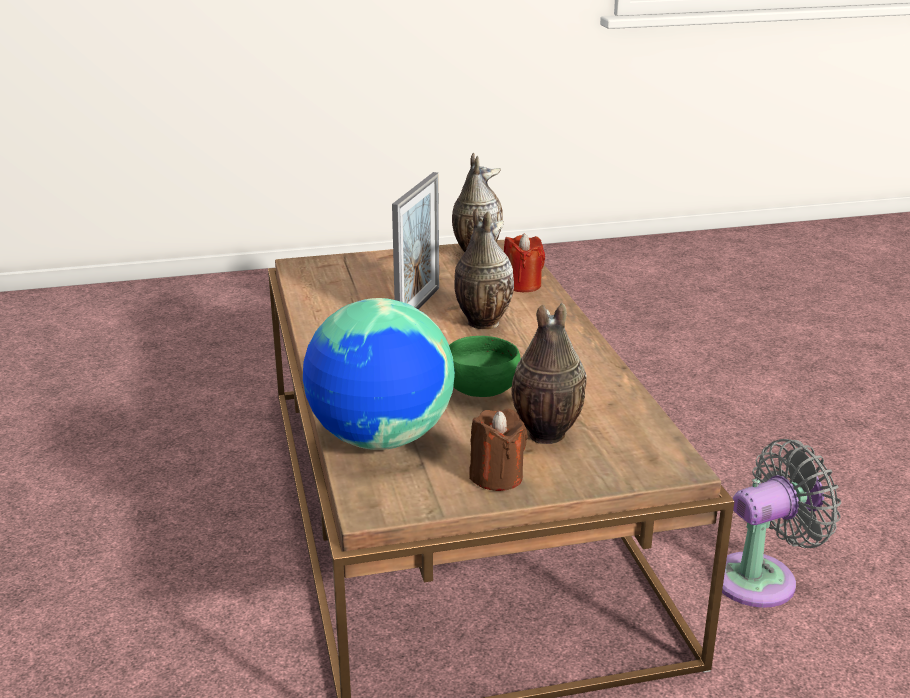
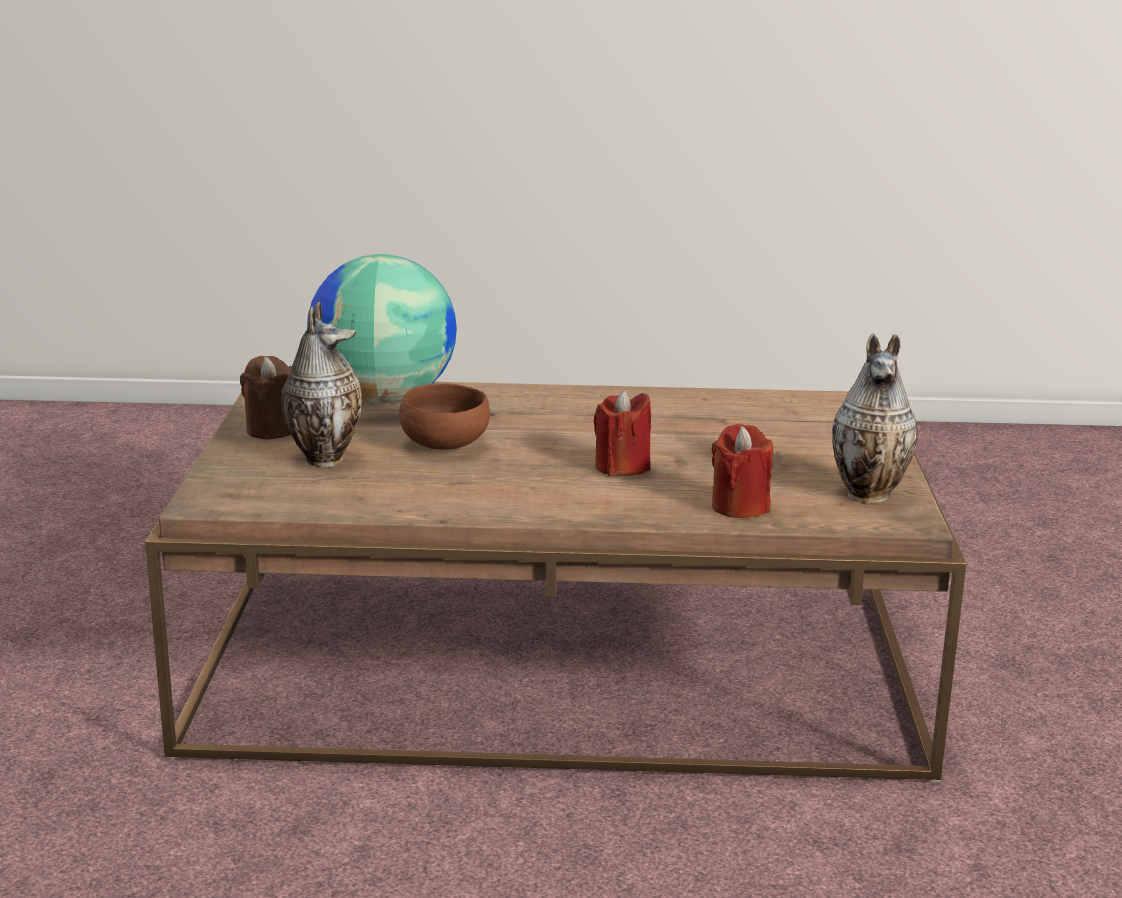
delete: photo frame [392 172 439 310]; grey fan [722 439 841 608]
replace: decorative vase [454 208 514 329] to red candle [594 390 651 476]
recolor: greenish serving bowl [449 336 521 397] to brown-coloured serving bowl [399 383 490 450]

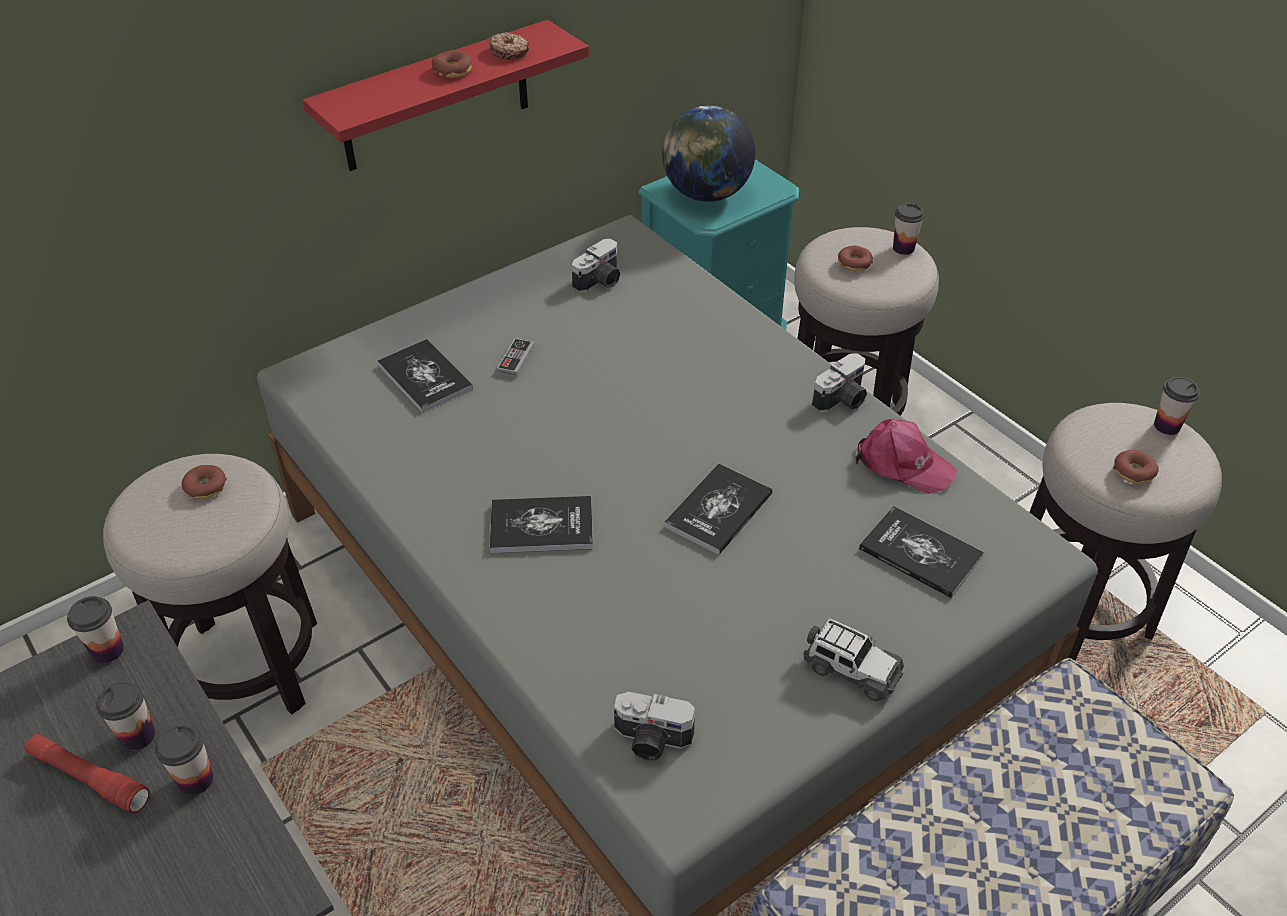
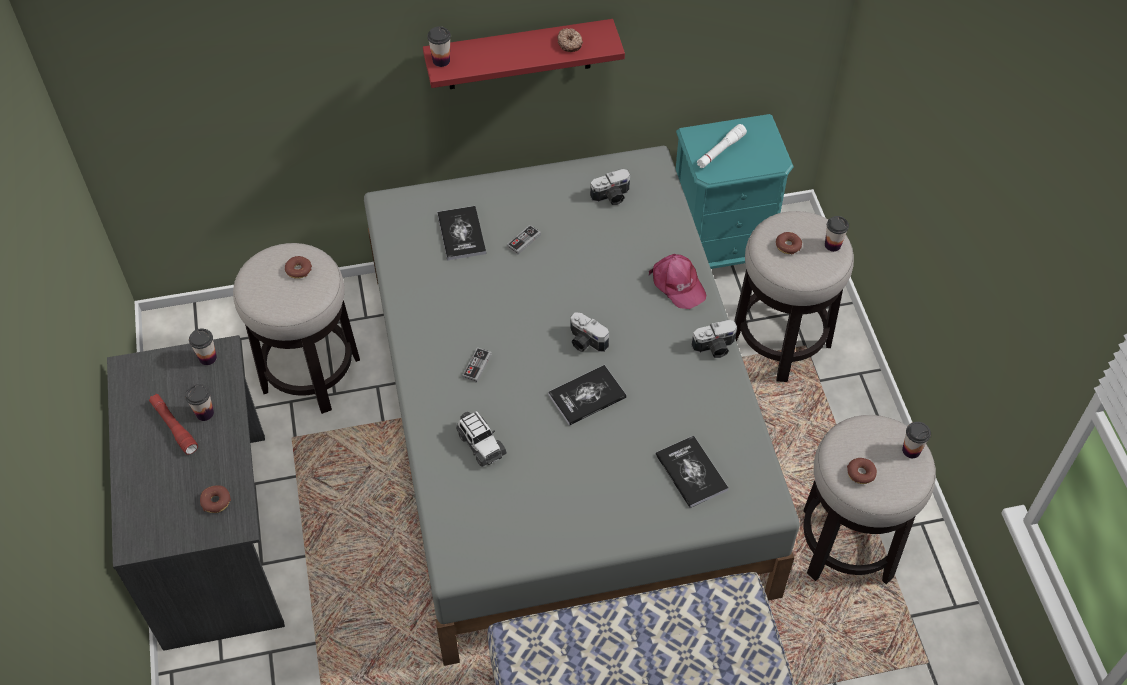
move: doughnut [432 50 472 78] to [200 486 231 513]; small cup [155 724 213 795] to [427 26 451 67]; model car [803 619 904 702] to [456 411 507 467]; photo camera [614 692 695 760] to [570 312 609 352]; pinkish peaked cap [855 419 957 494] to [649 254 706 309]
replace: book [490 496 593 553] to joypad [462 347 492 383]; desk globe [662 105 755 202] to white hand torch [697 124 747 168]

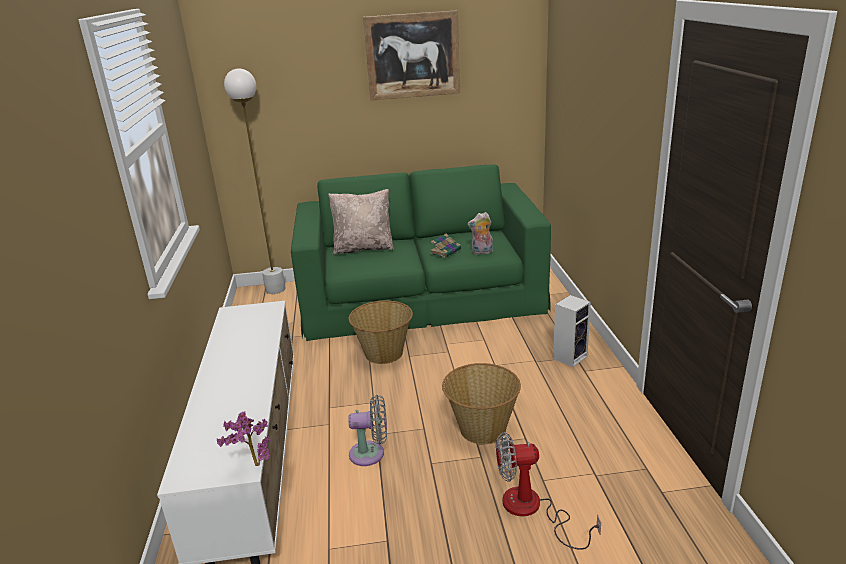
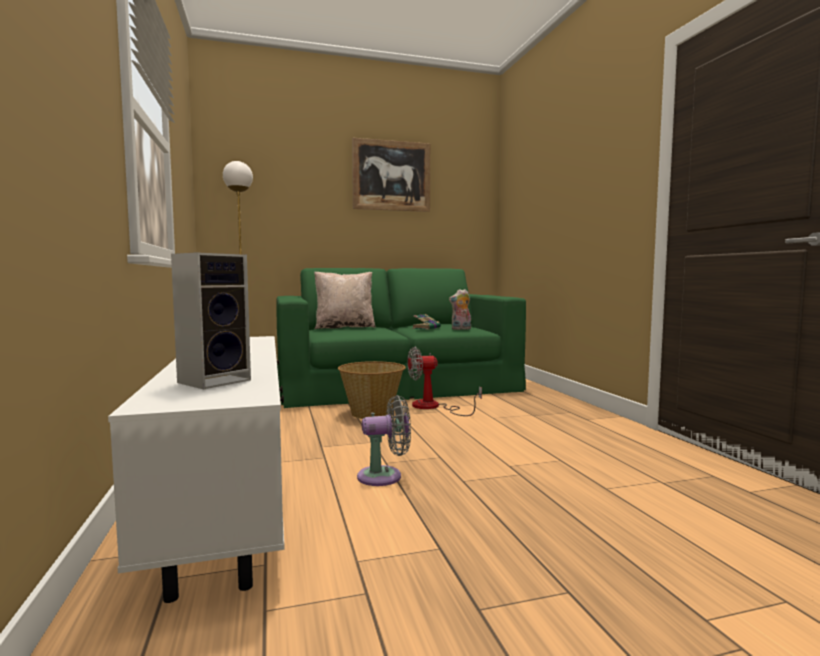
delete: potted plant [217 412 271 466]; storage basket [442 363 521 444]
move: audio speaker [553 295 591 367] to [171 252 251 389]; fan [496 432 601 550] to [407 347 482 416]

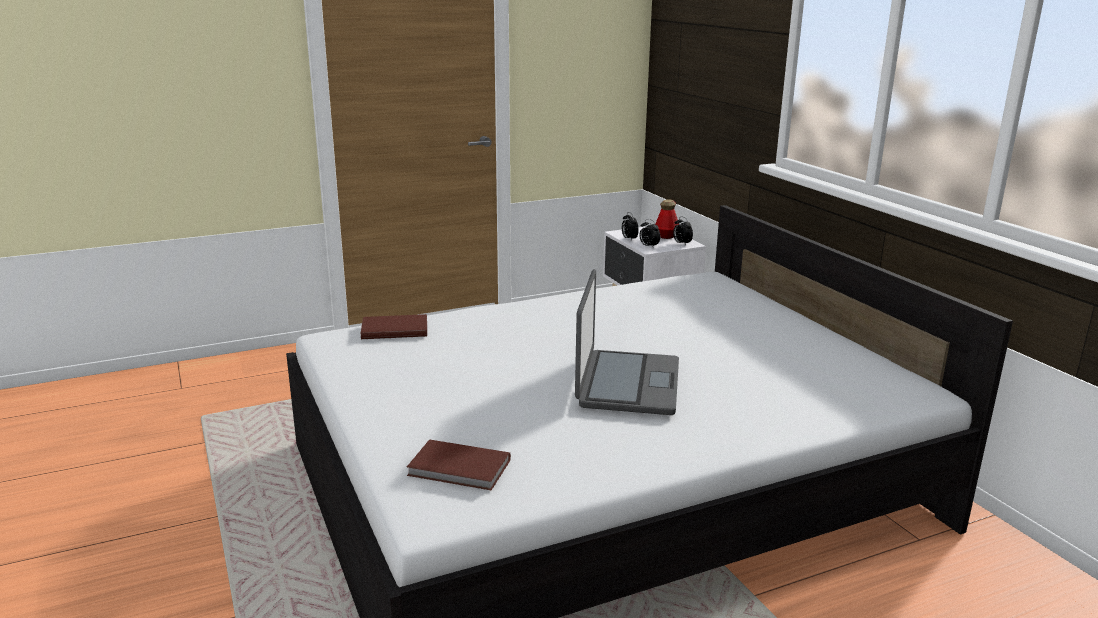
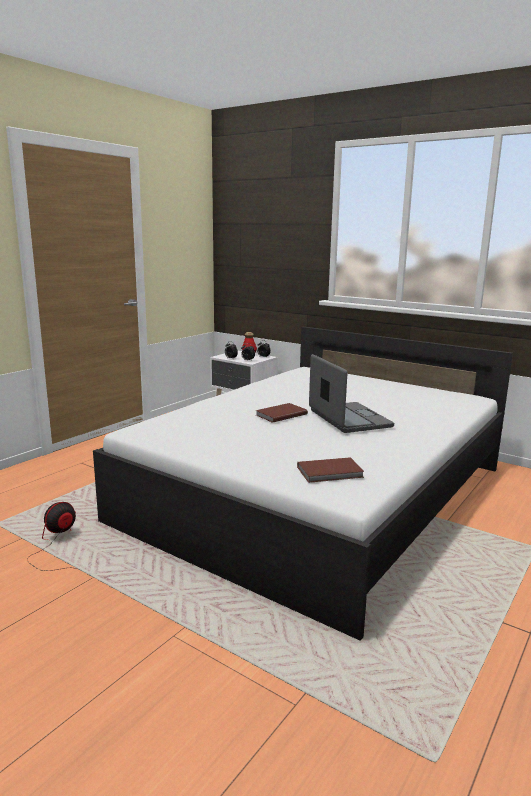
insert: fan [27 502 77 571]
move: brown-coloured book [361 314 427 339] to [256 403 308 423]

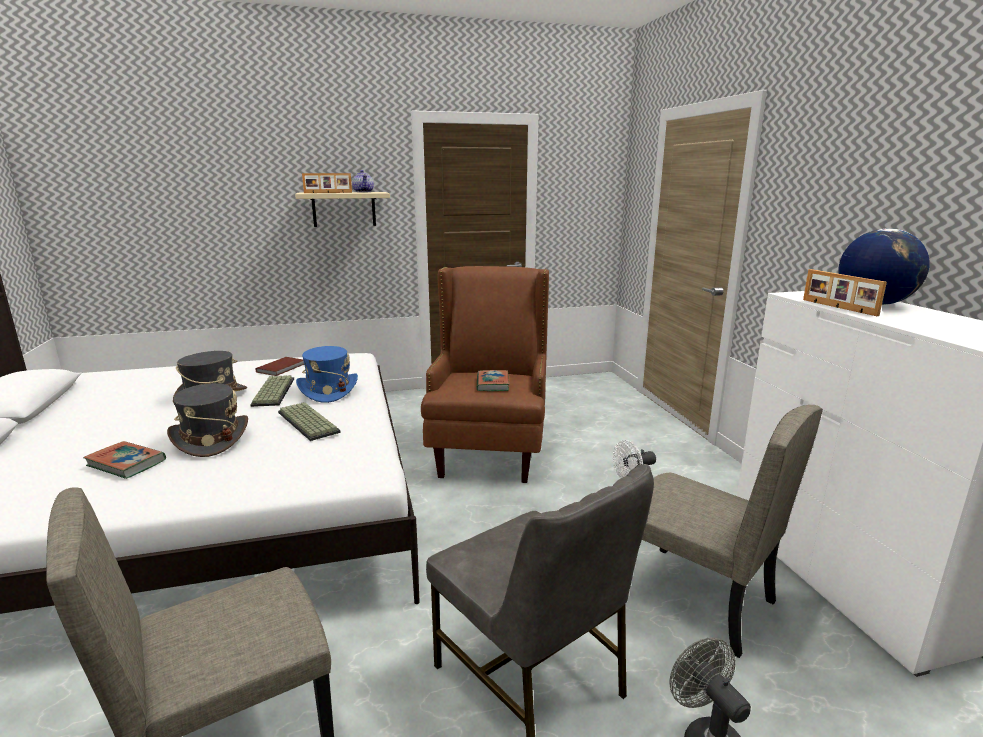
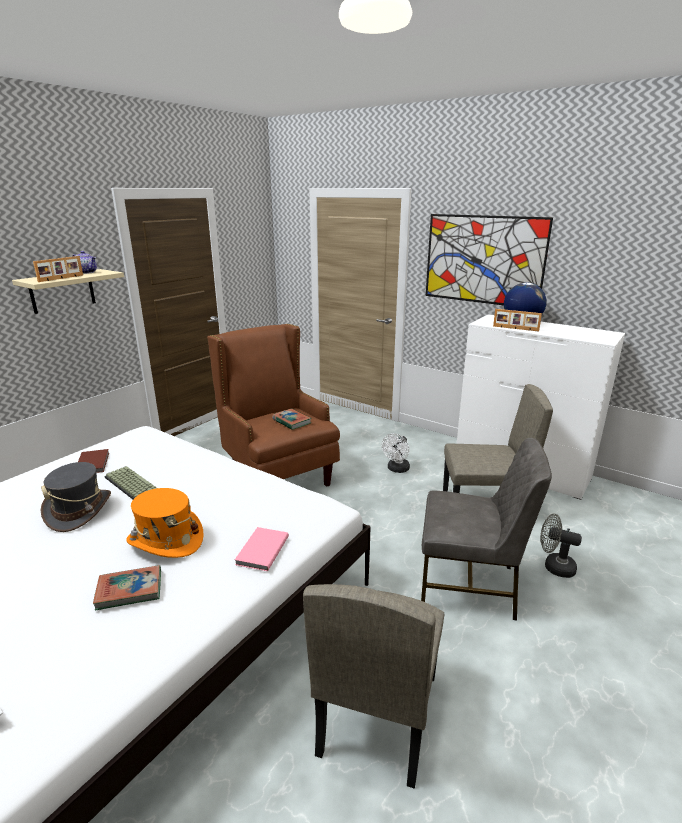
delete: computer keyboard [278 402 341 441]; blue-coloured wearable hat [296 346 358 403]
insert: pinkish book [235 527 289 571]; wall art [426 214 553 305]
recolor: grey wearable hat [167 383 248 457] to orange-coloured wearable hat [126 488 204 558]

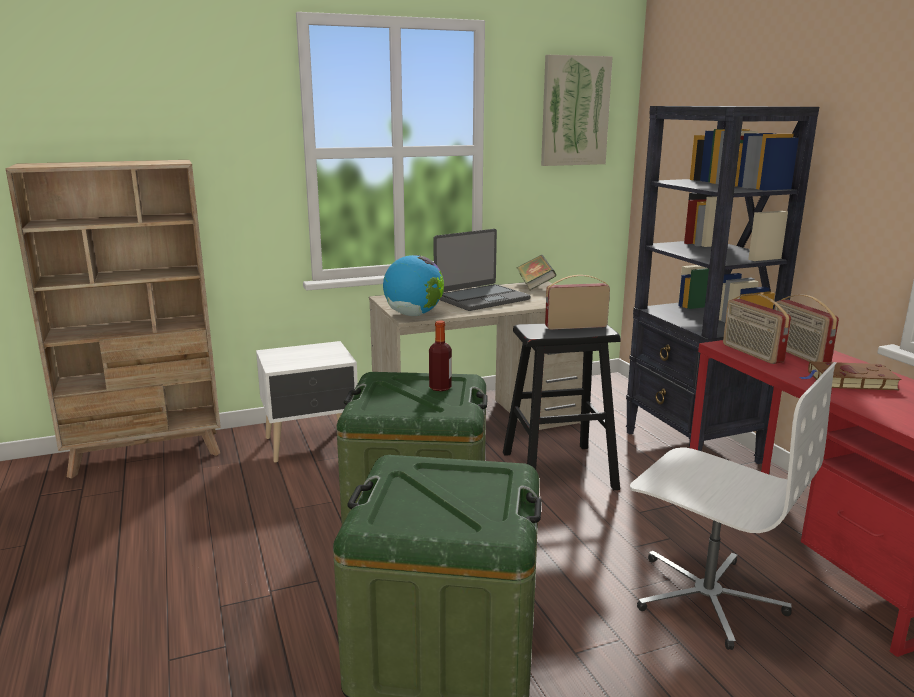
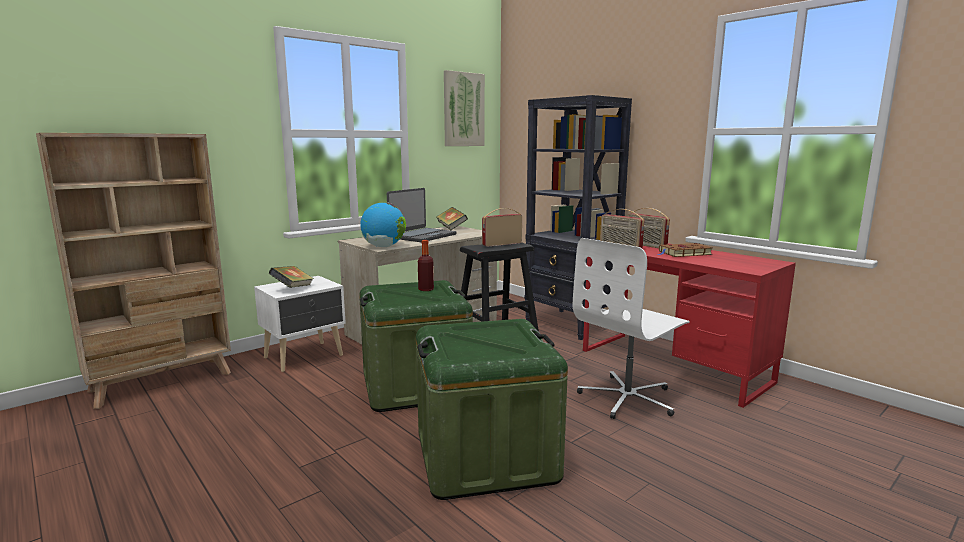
insert: book [269 266 314 288]
rotate: white desk chair [630 362 837 650] = [573 238 690 419] 120 degrees clockwise

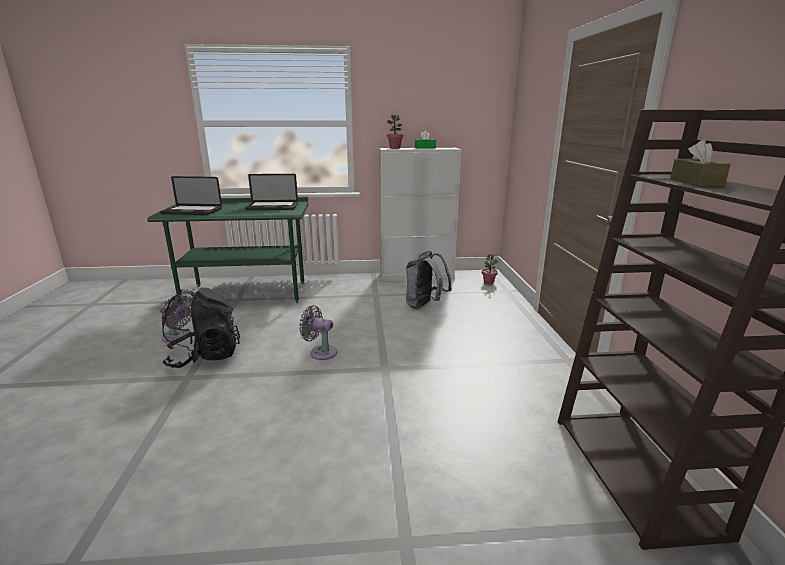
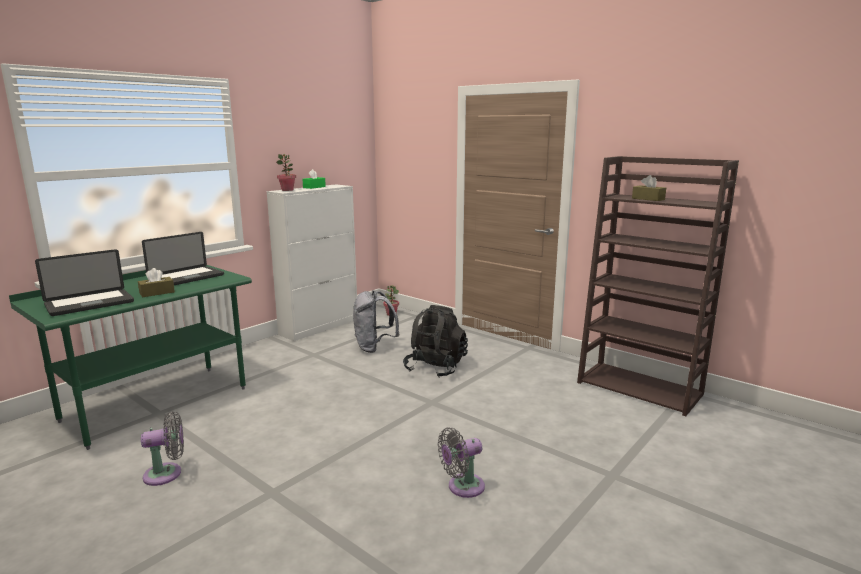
insert: brown-coloured tissue box [138 268 175 297]
move: black-coloured rucksack [162 287 240 368] to [403 305 468 378]; grey fan [299 305 337 360] to [437 427 485 498]

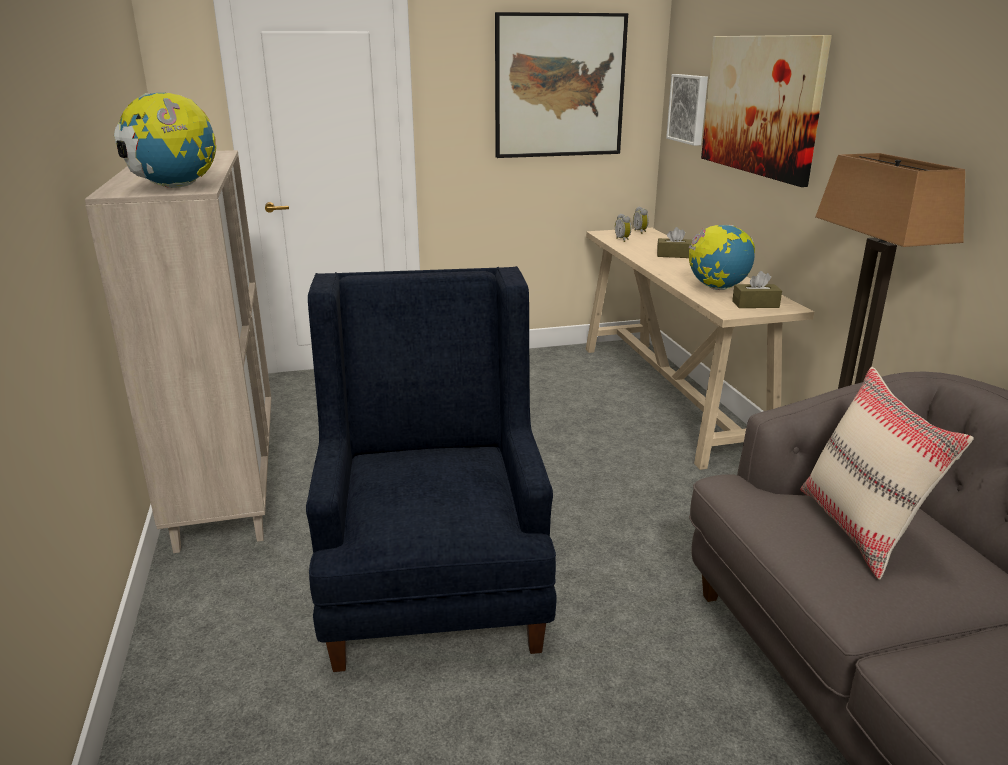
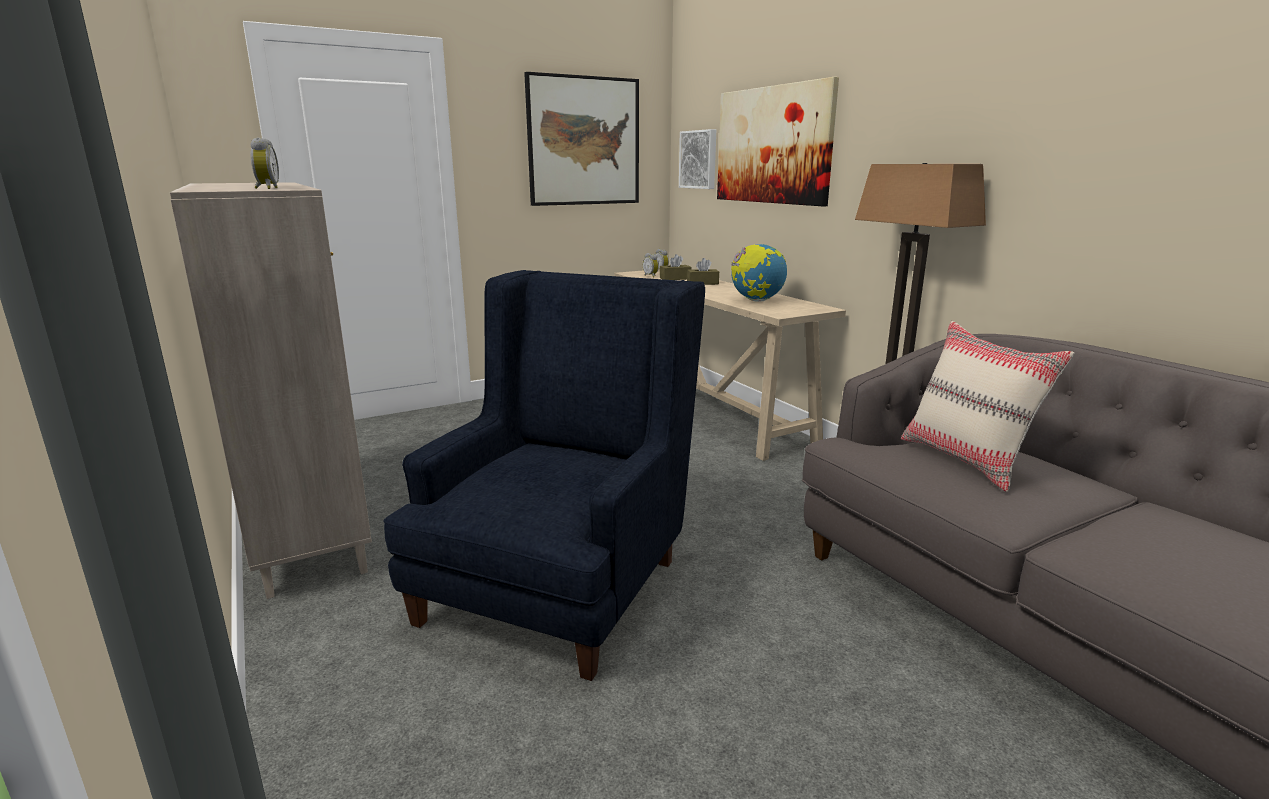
move: brown-coloured tissue box [732 271 782 308] to [660 254 692 280]
replace: desk globe [114 93 216 188] to bedside clock [251 138 279 189]
rotate: blue-coloured easy chair [306 266 557 672] = [383 270 705 681] 45 degrees clockwise

